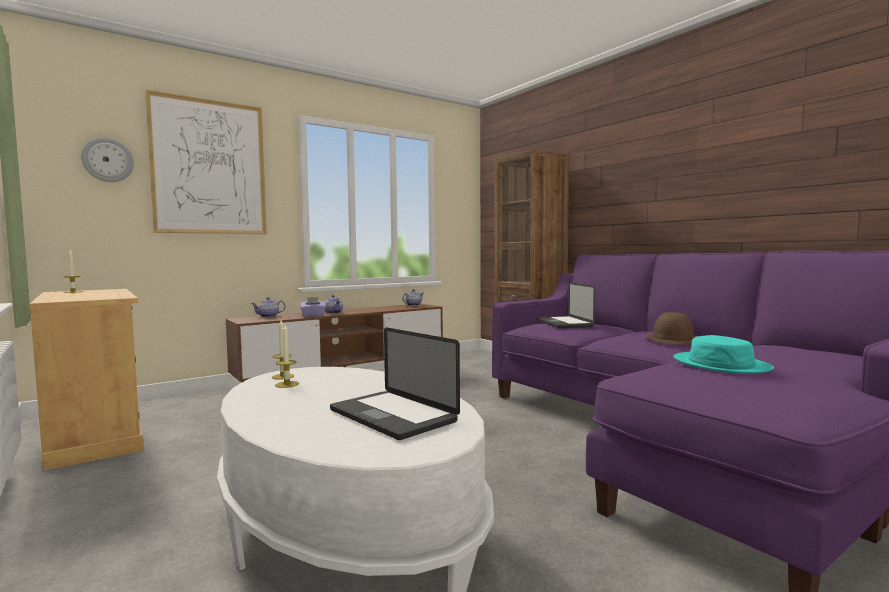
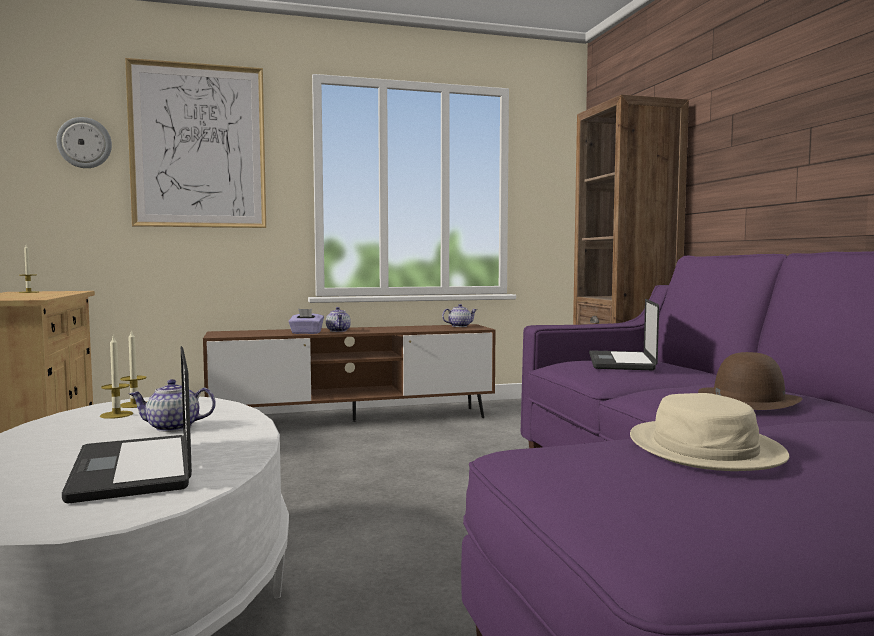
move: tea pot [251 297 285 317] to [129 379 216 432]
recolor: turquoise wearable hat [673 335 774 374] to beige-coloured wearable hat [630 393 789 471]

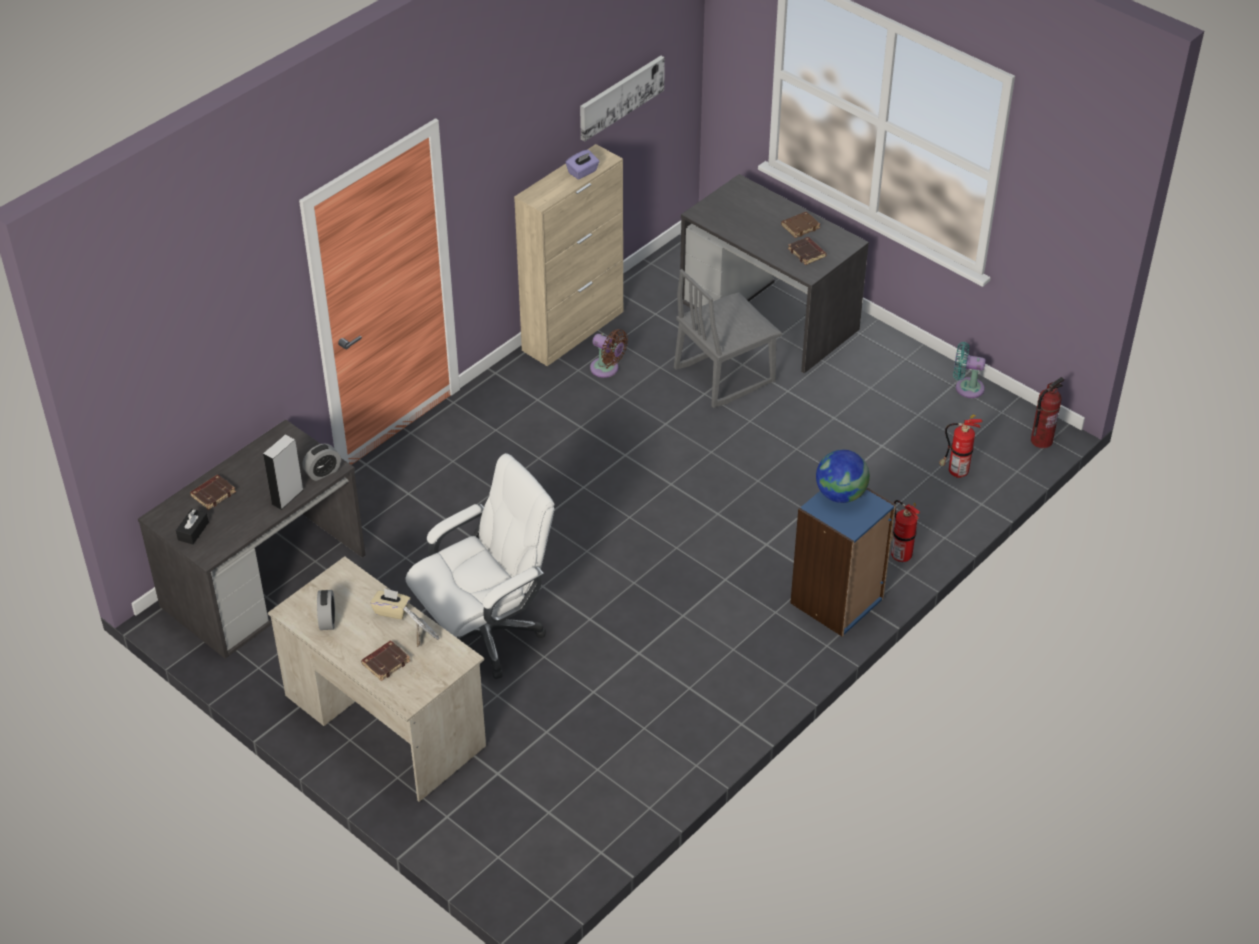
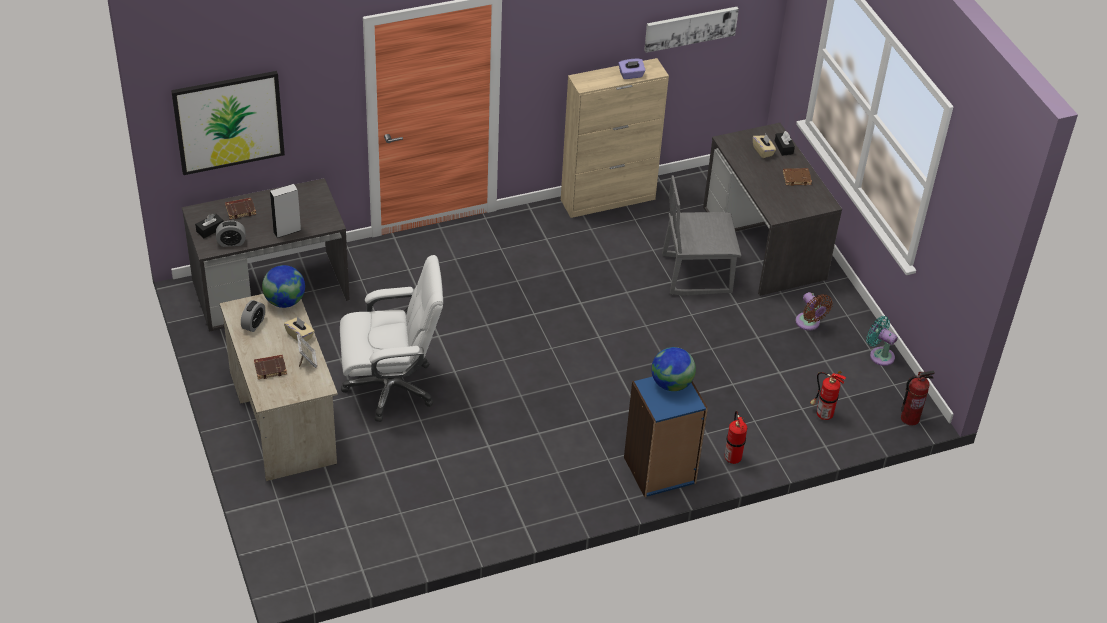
delete: brown-coloured book [788 237 827 265]
insert: wall art [171 71 285 175]; desk globe [262 265 305 308]; beige-coloured tissue box [753 134 776 158]; black-coloured tissue box [775 131 795 156]
move: bedside clock [302 444 341 481] to [216 220 246 247]; brown-coloured fan [590 329 628 378] to [796 292 833 330]

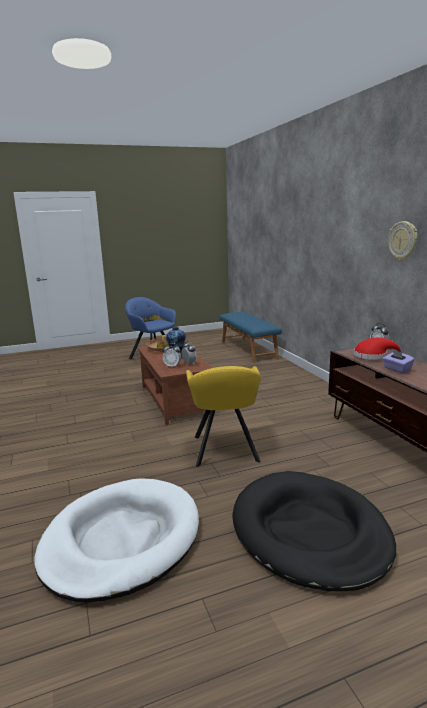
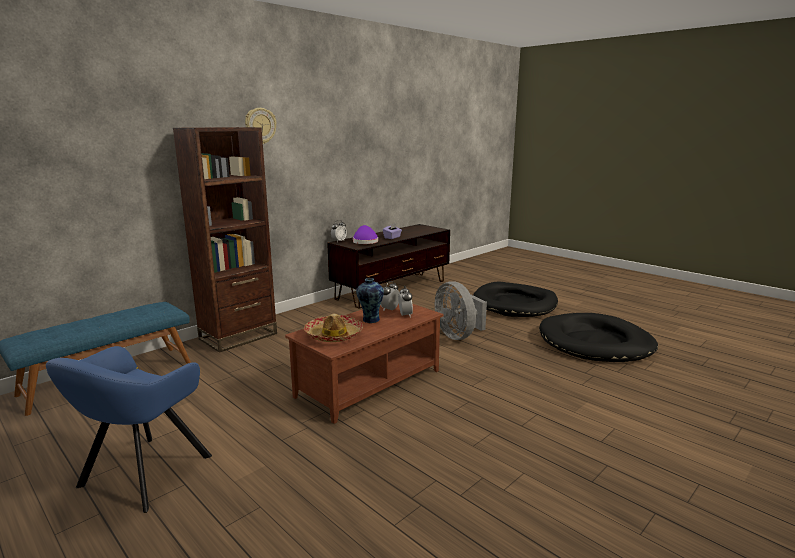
insert: brown-coloured bookshelf [173 127 277 353]
move: hanging clock [388 221 417 260] to [245 108 277 144]
replace: yellow easy chair [186 366 261 467] to grey fan [435 281 487 340]
recolor: red wearable hat [354 338 401 360] to purple wearable hat [353 225 378 244]; white dog cushion [34 478 199 603] to black-coloured dog cushion [539 313 658 362]

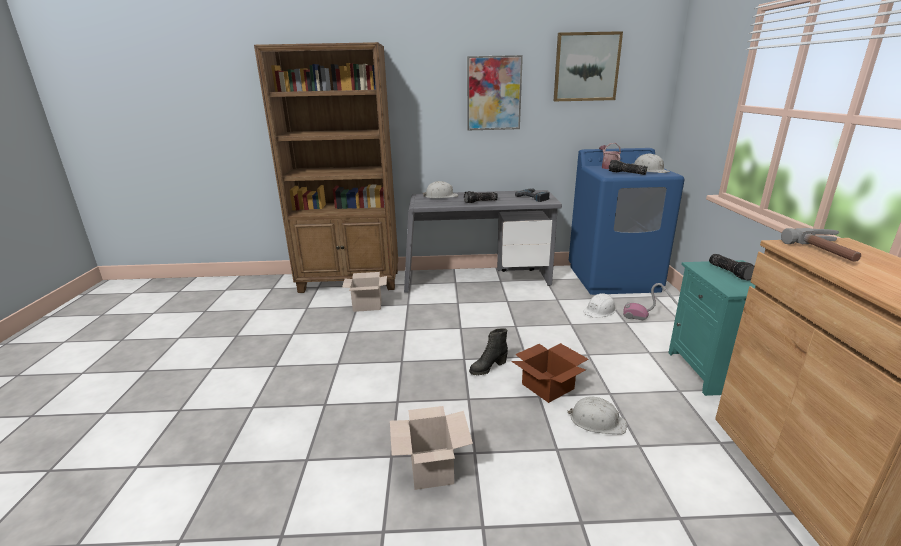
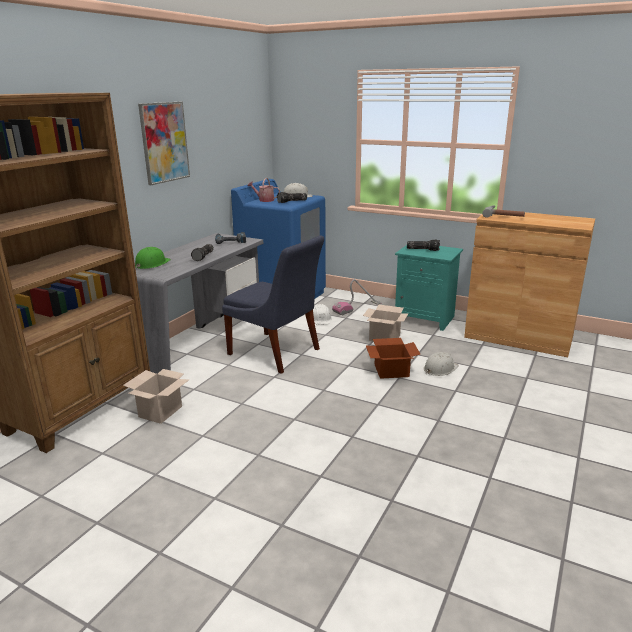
delete: black-coloured boot [469 329 508 375]; wall art [554 31 623 101]
insert: blue-coloured upright chair [222 235 324 374]
move: packing box [390 406 473 490] to [363 304 409 342]
recolor: white work helmet [423 181 458 198] to greenish work helmet [135 247 171 269]

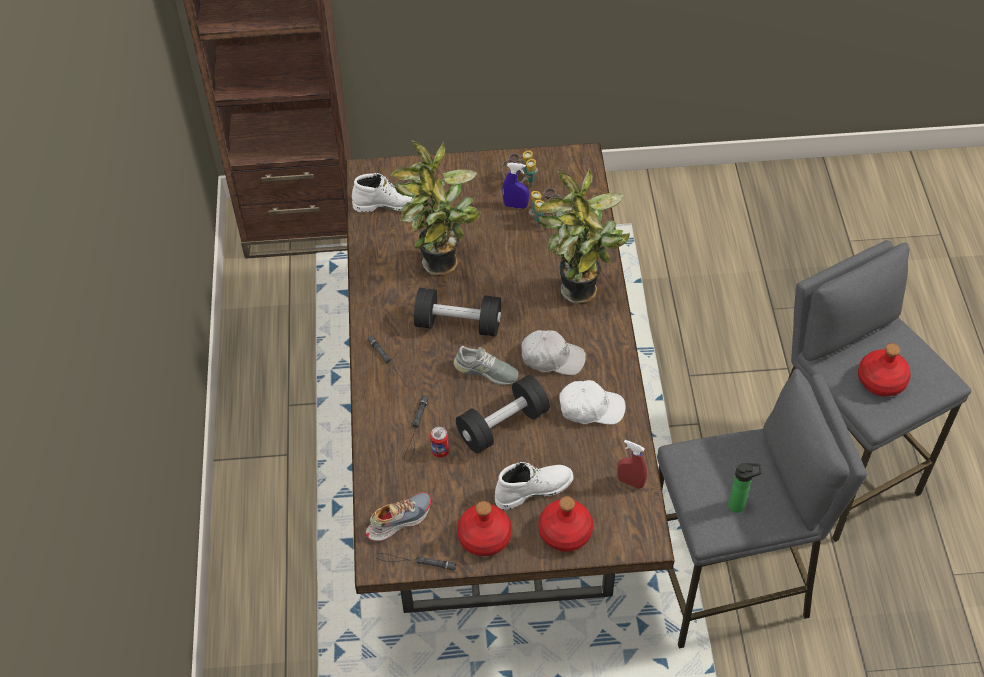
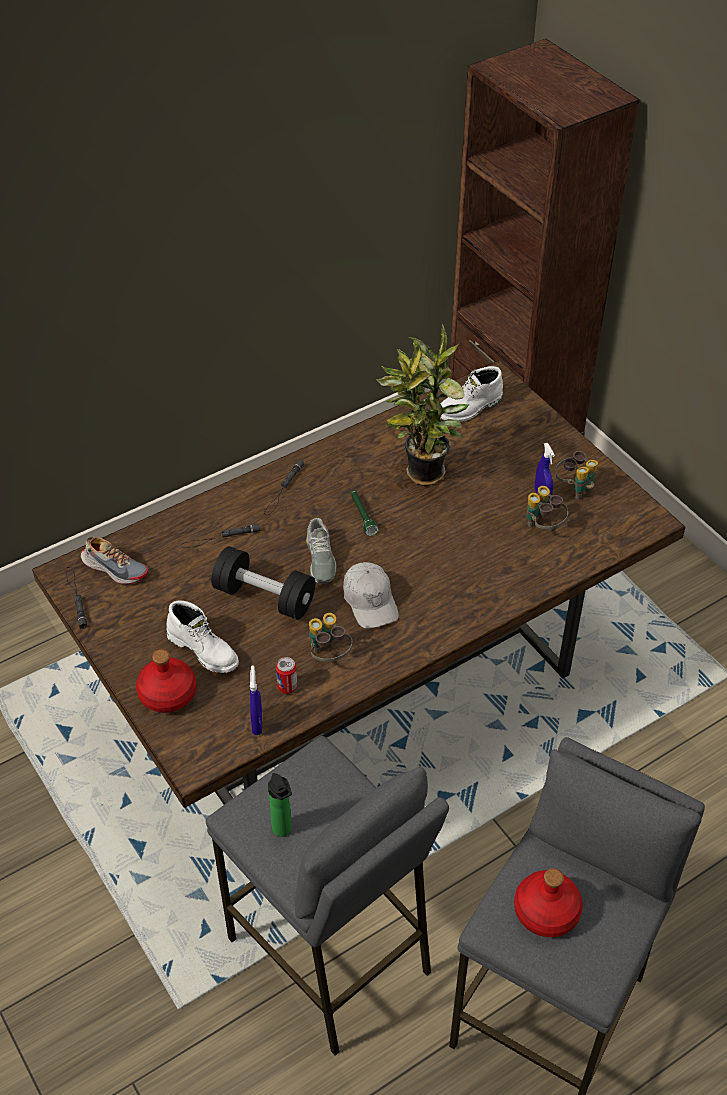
delete: red drink bottle [457 501 512 556]; potted plant [538 167 630 304]
move: can [430 427 449 458] to [276 657 298 694]
replace: white peaked cap [559 380 626 425] to pair of binoculars [309 613 352 662]; black-coloured hand weight [414 288 501 337] to greenish hand torch [351 490 379 536]
recolor: red sprayer [617 440 647 489] to blue-coloured sprayer [250 665 262 735]
rotate: white boot [352 173 412 212] = [440 366 503 422] 90 degrees clockwise

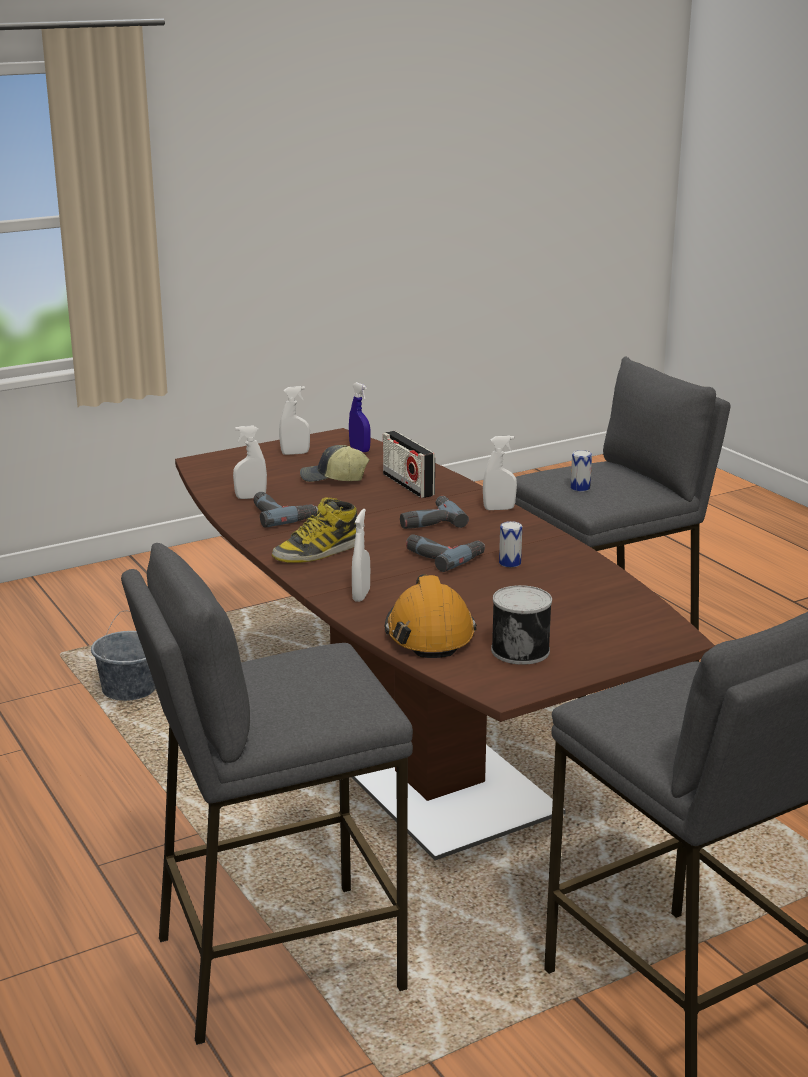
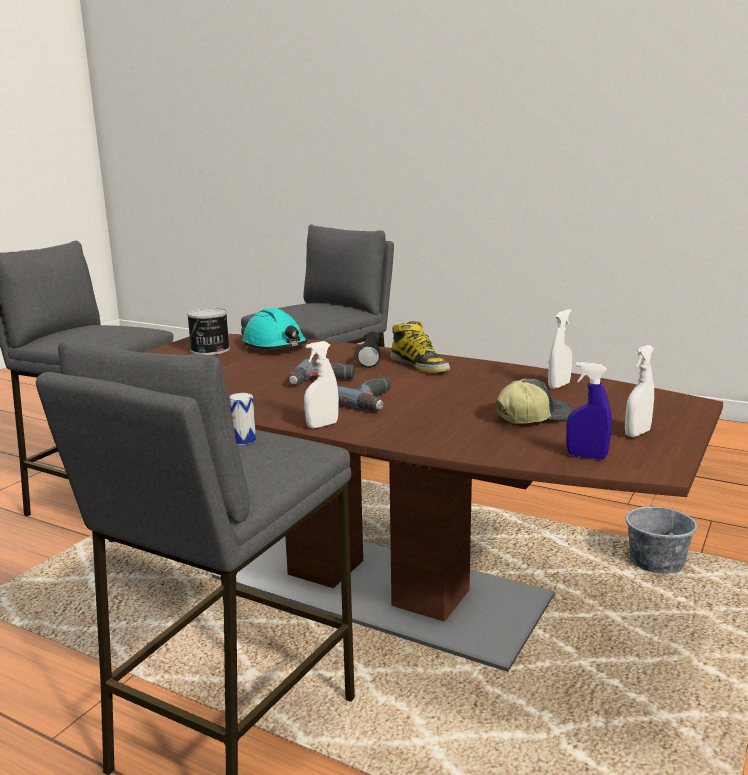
delete: electric drill [253 492 318 528]; white sprayer [352 509 370 602]; radio set [383 431 435 498]; can [499 521 522 567]
insert: black-coloured hand torch [357 332 380 368]
recolor: orange-coloured work helmet [385 574 477 658] to turquoise work helmet [243 308 308 349]
rotate: boot [272 497 357 563] = [390 321 450 373] 120 degrees clockwise

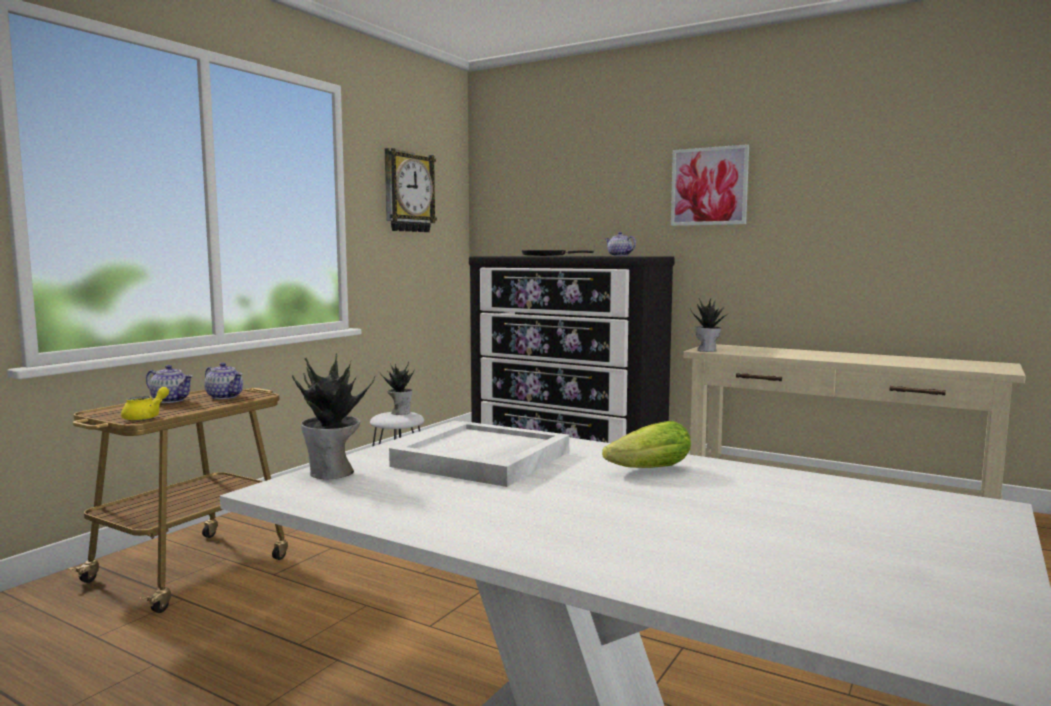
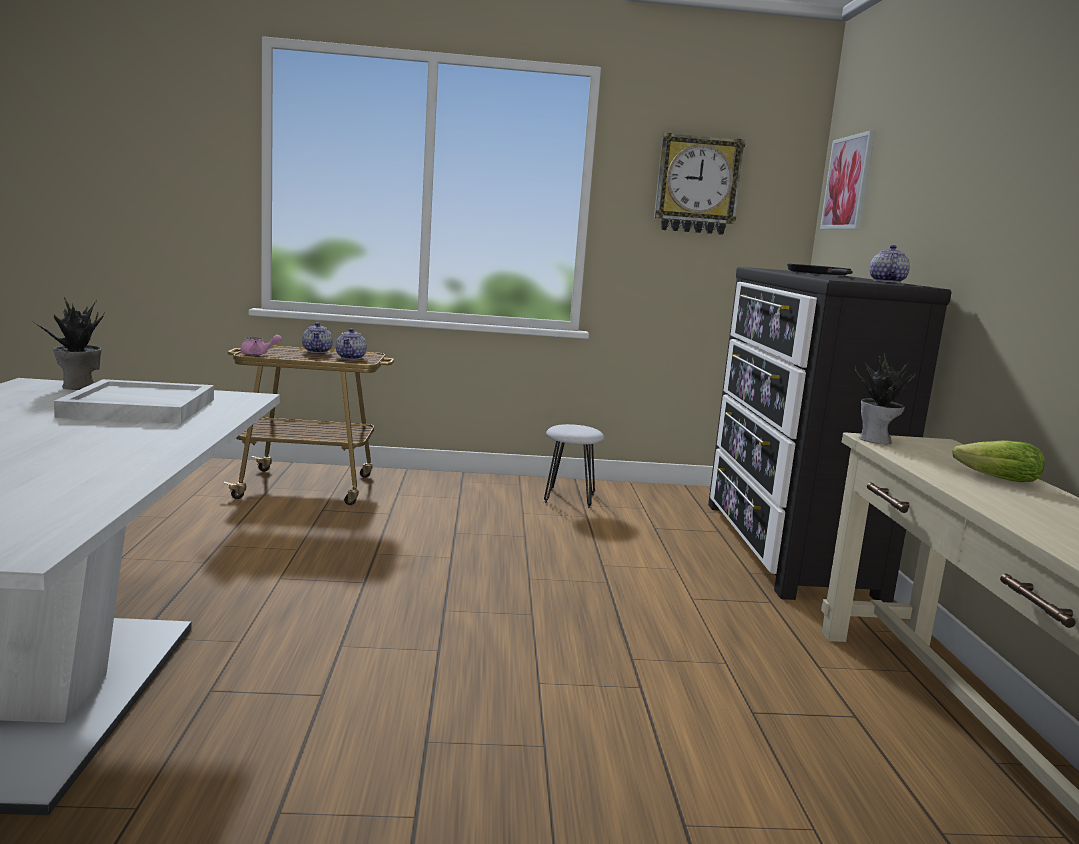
delete: potted plant [380 361 415 415]
move: wall art [671 144 749 226] to [820 130 875 229]; lettuce [602 421 691 468] to [952 440 1045 482]
recolor: yellow tea pot [121 387 169 421] to pinkish tea pot [240 335 282 355]

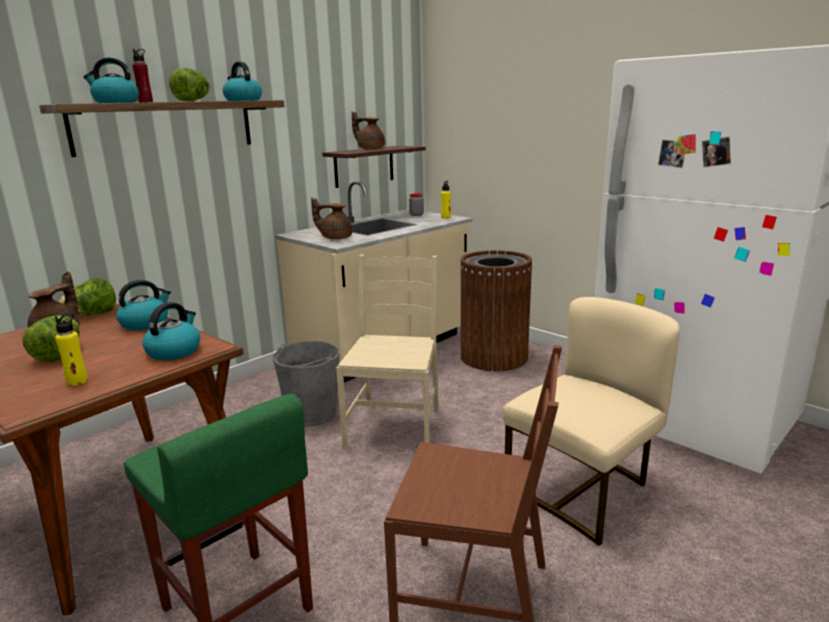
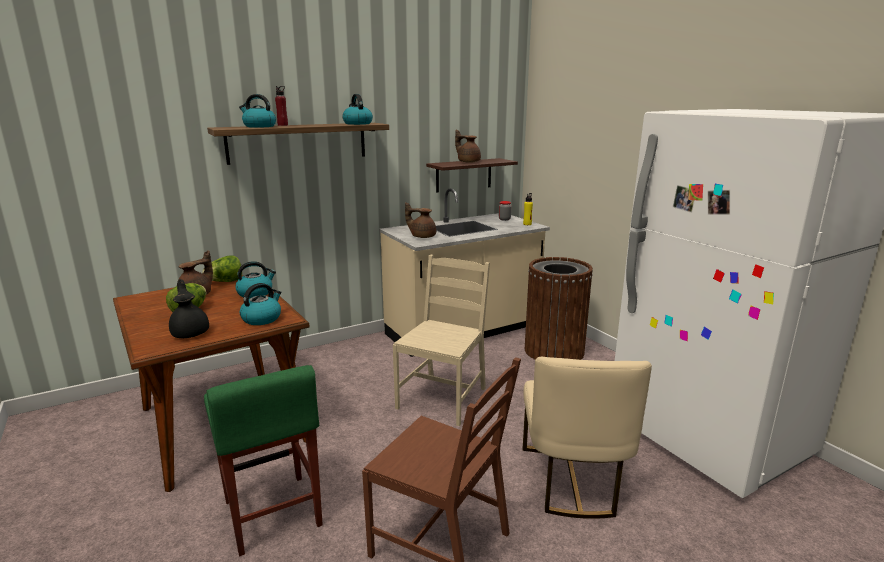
delete: lettuce [169 68 210 102]; grey water bucket [273 341 339 427]
replace: yellow drink bottle [55 313 88 386] to black-coloured tea pot [169 279 209 338]
rotate: beige-coloured upright chair [503 297 680 546] = [522 357 652 519] 120 degrees clockwise

